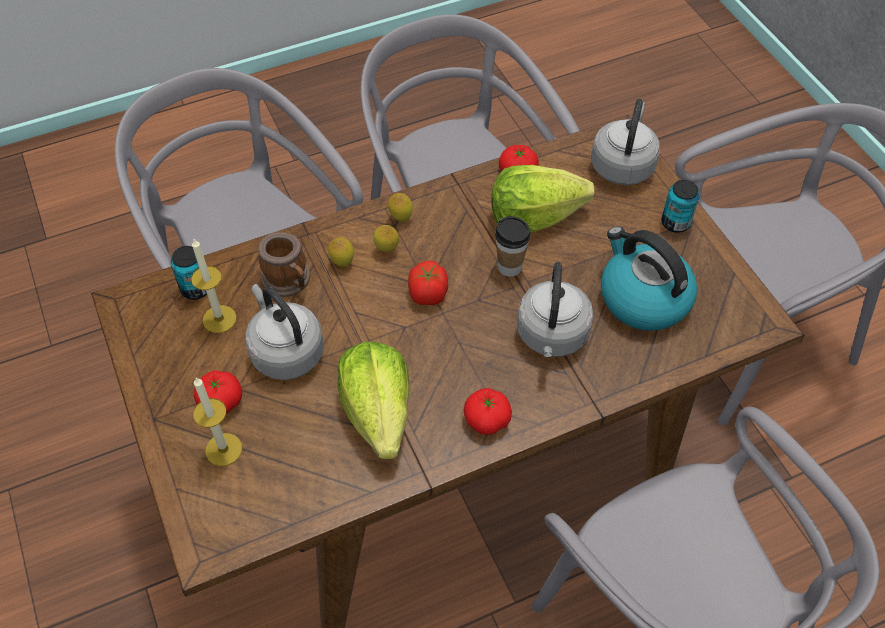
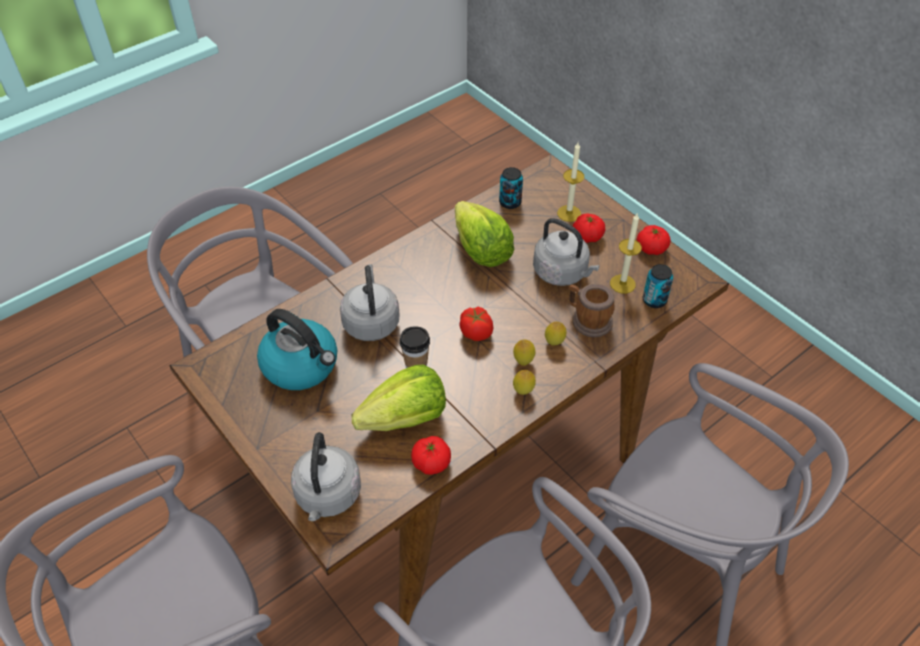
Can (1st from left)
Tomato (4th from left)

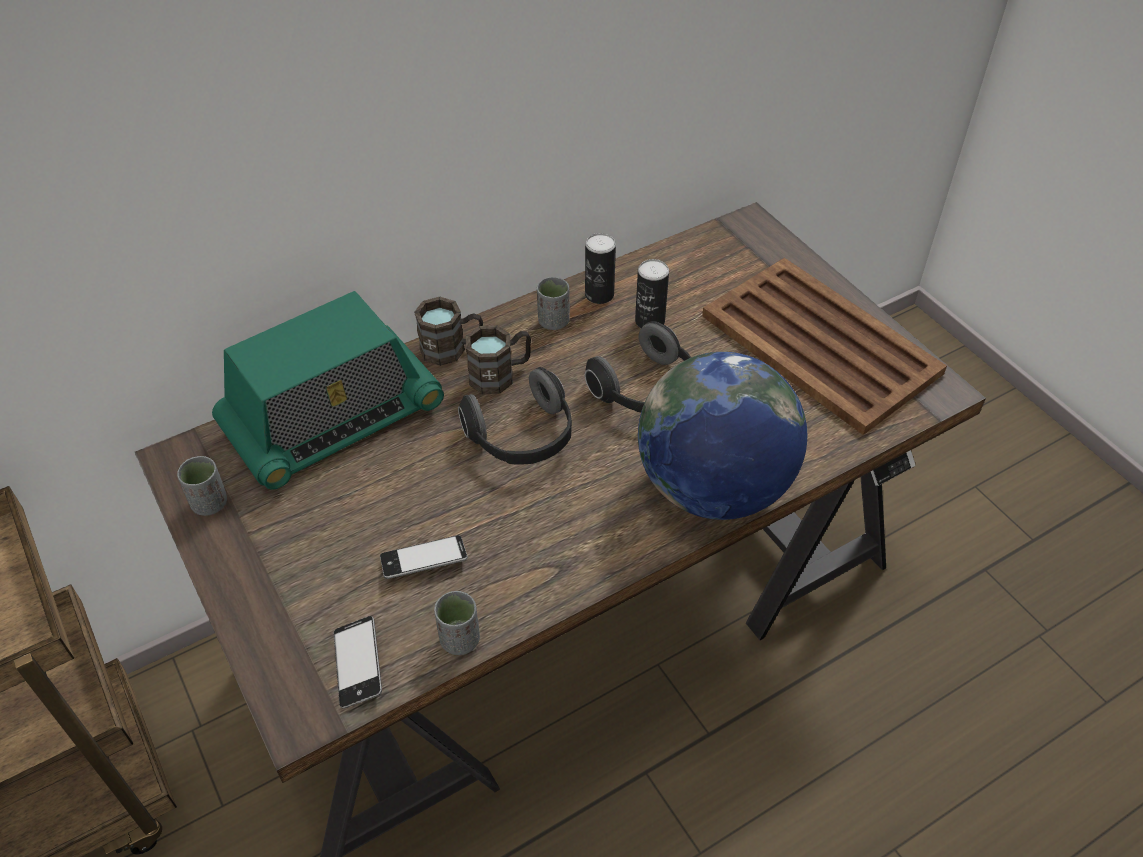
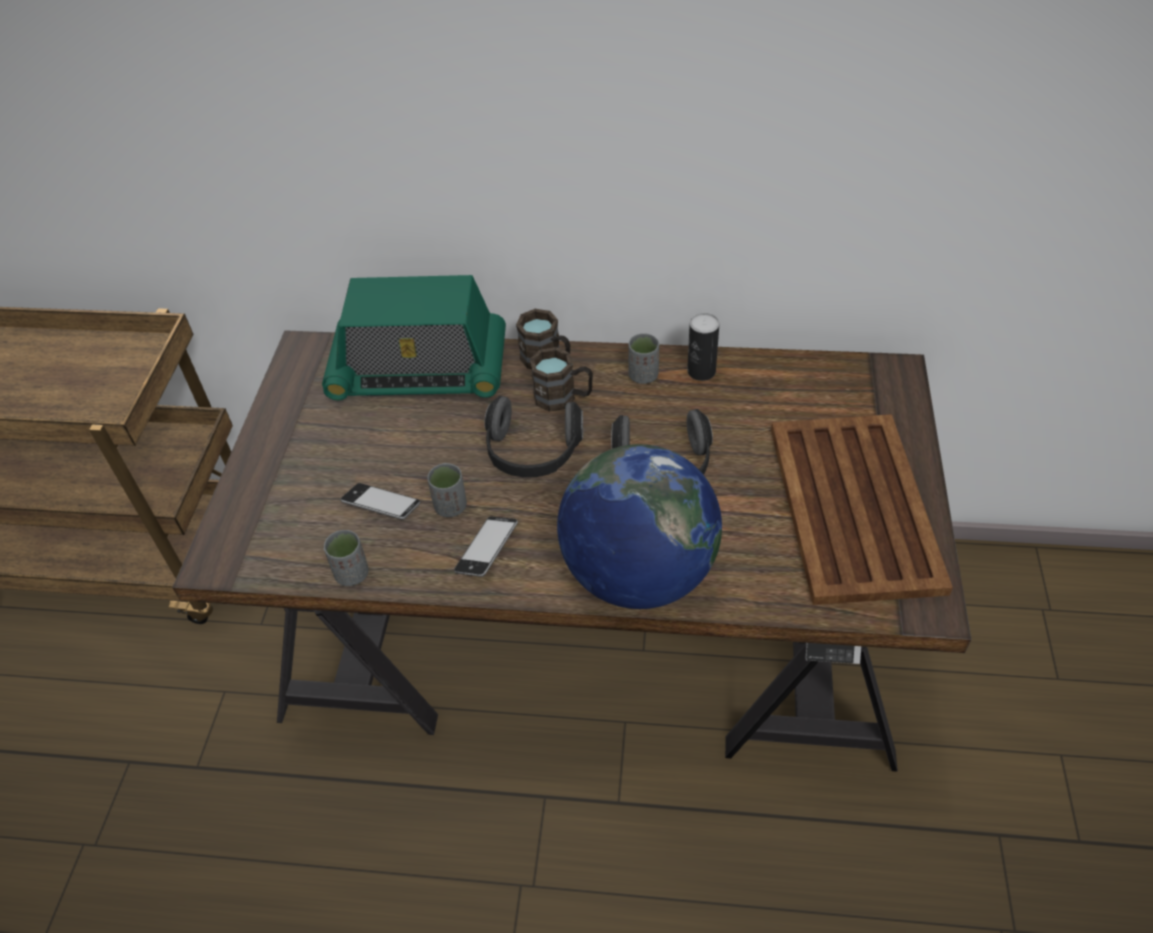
Can (2nd from left in the first image)
GreyCup (2nd from left)
Phone (2nd from left)

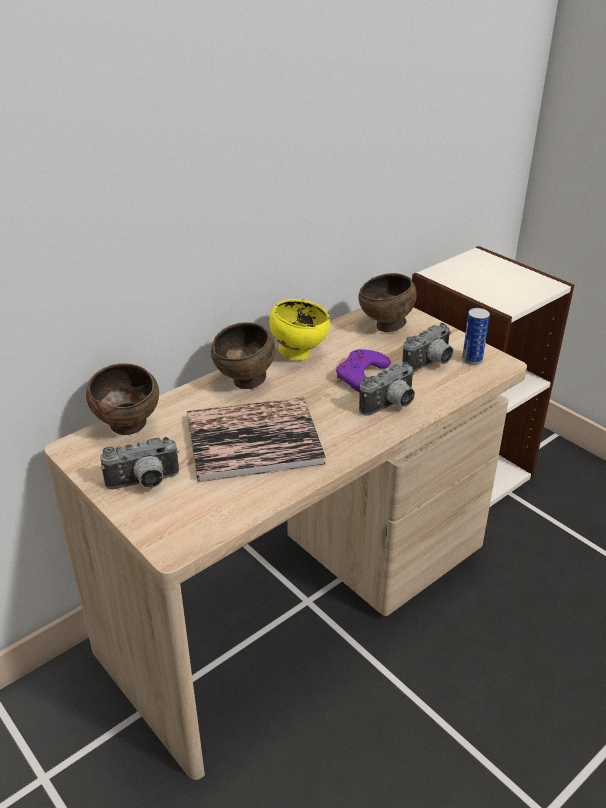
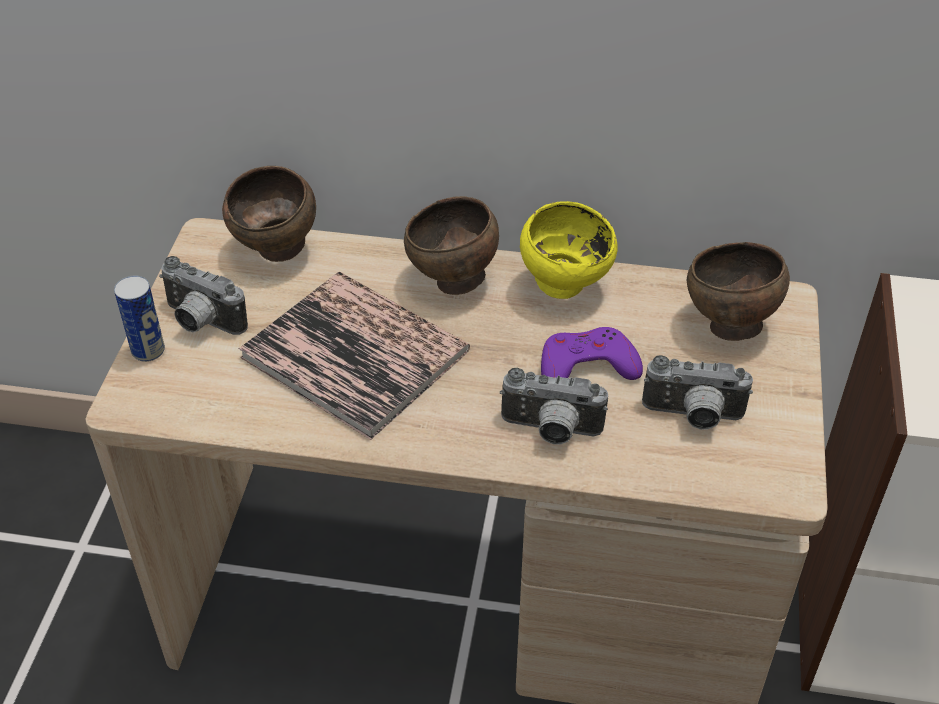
Can

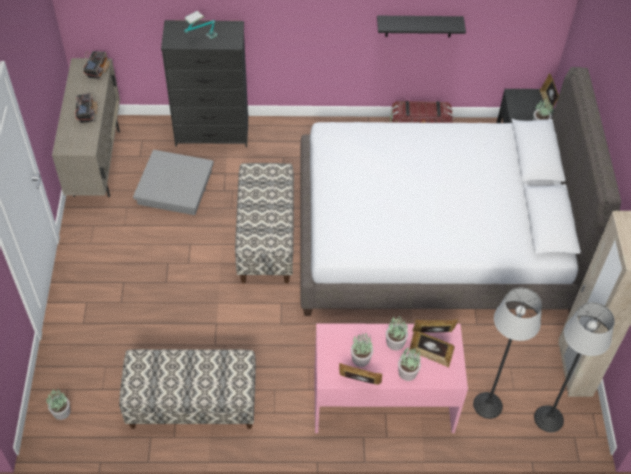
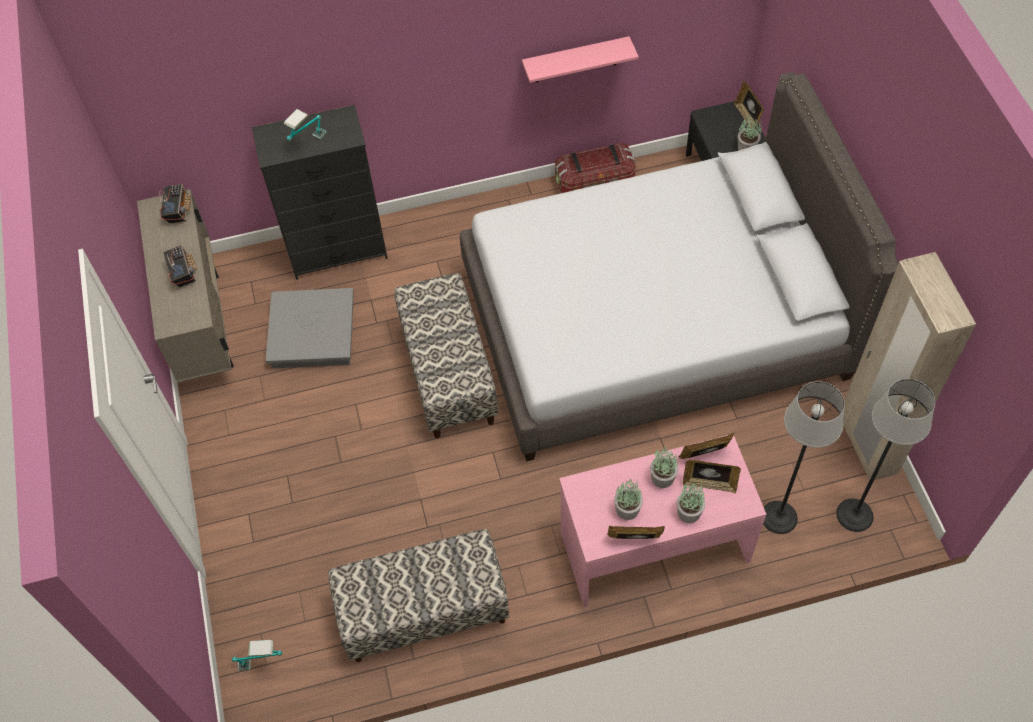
PinkShelf
TableLamp (1st from left)

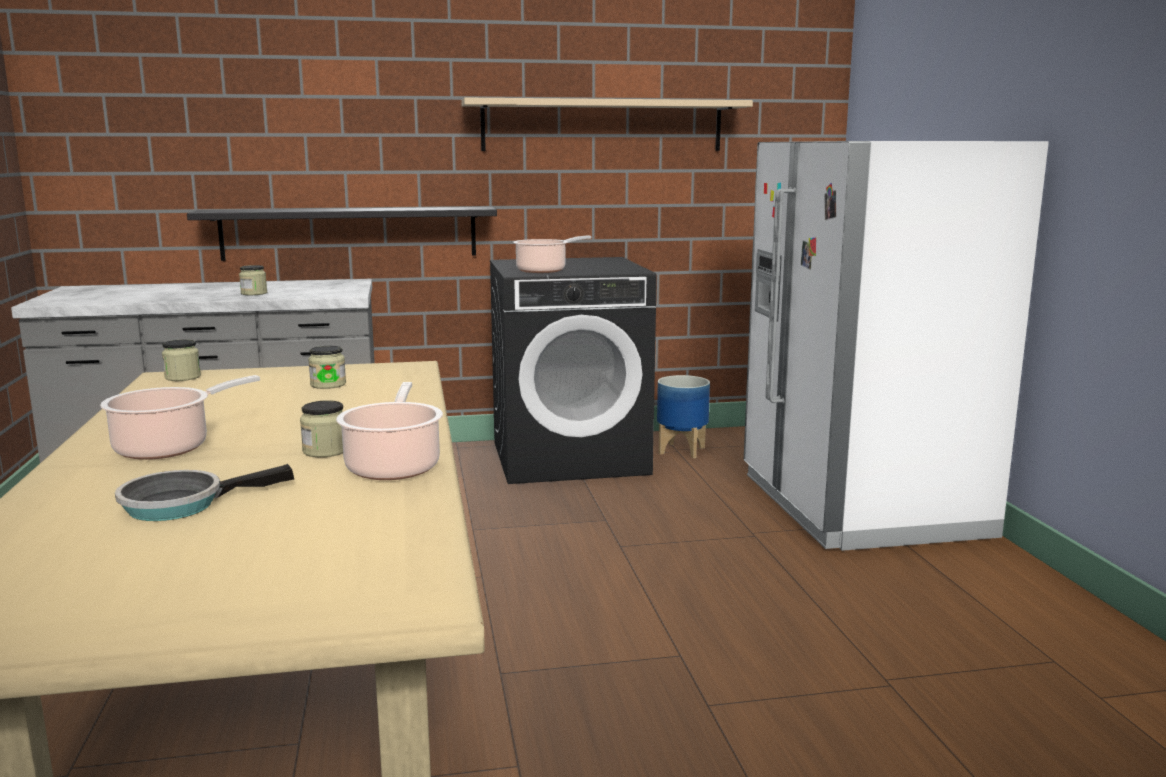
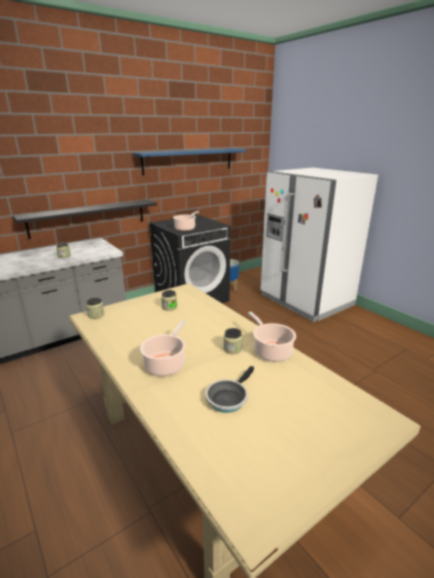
BlueShelf

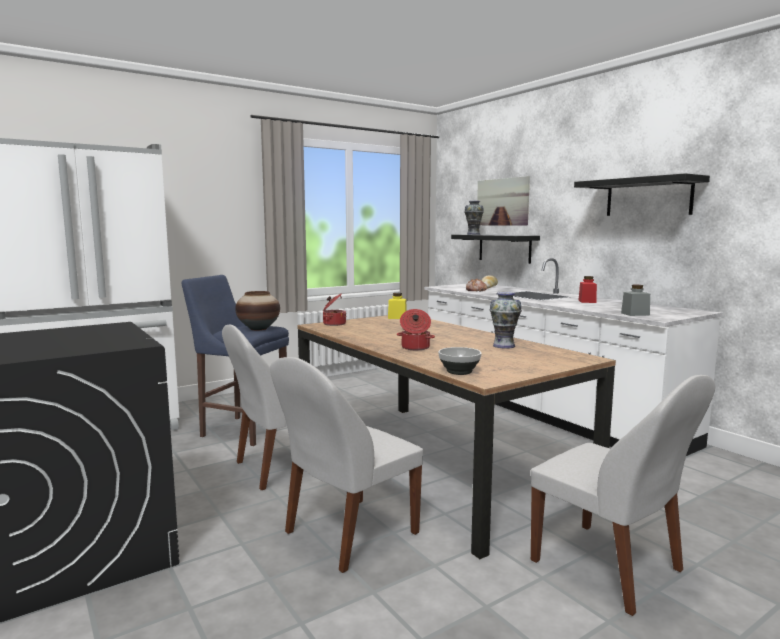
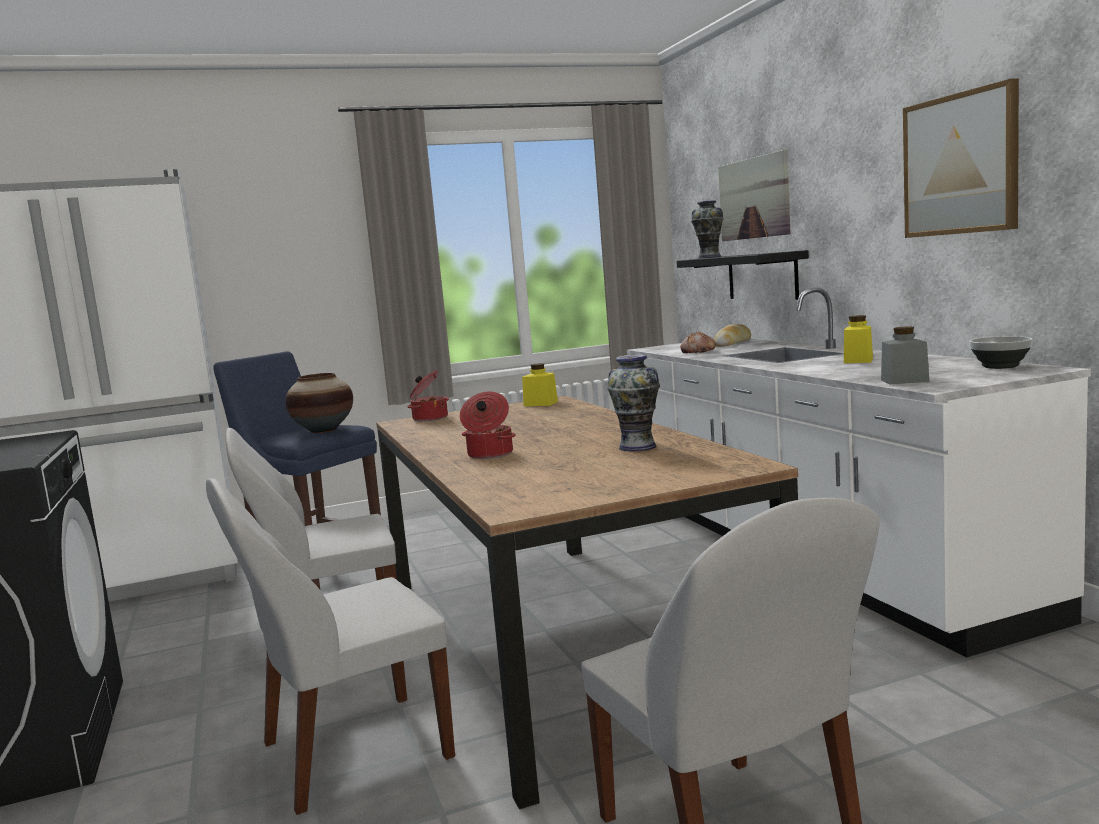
Picture (2nd from left)
YellowJar (2nd from left)
Bowl

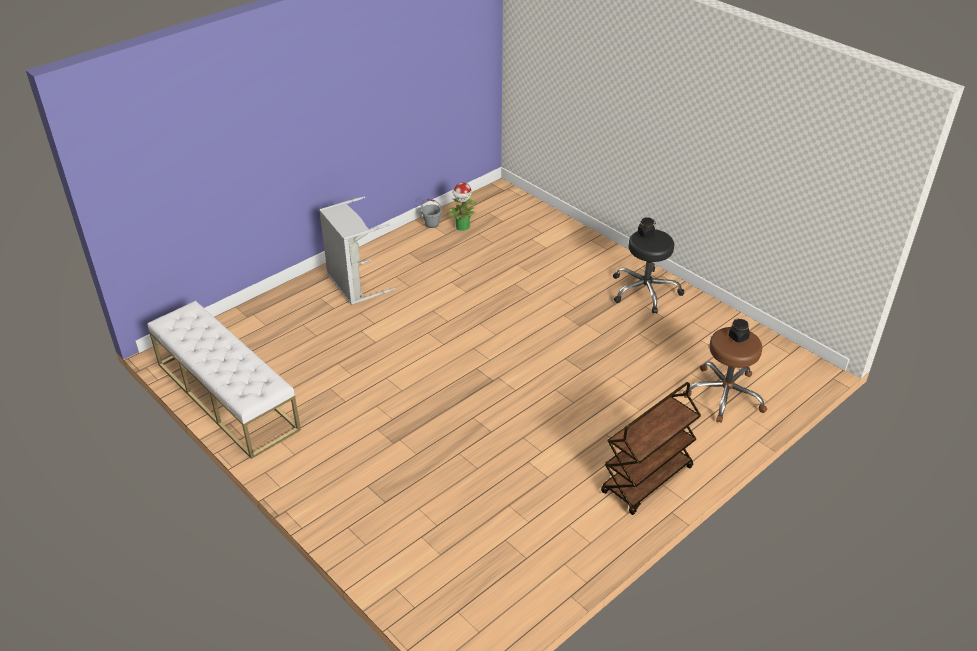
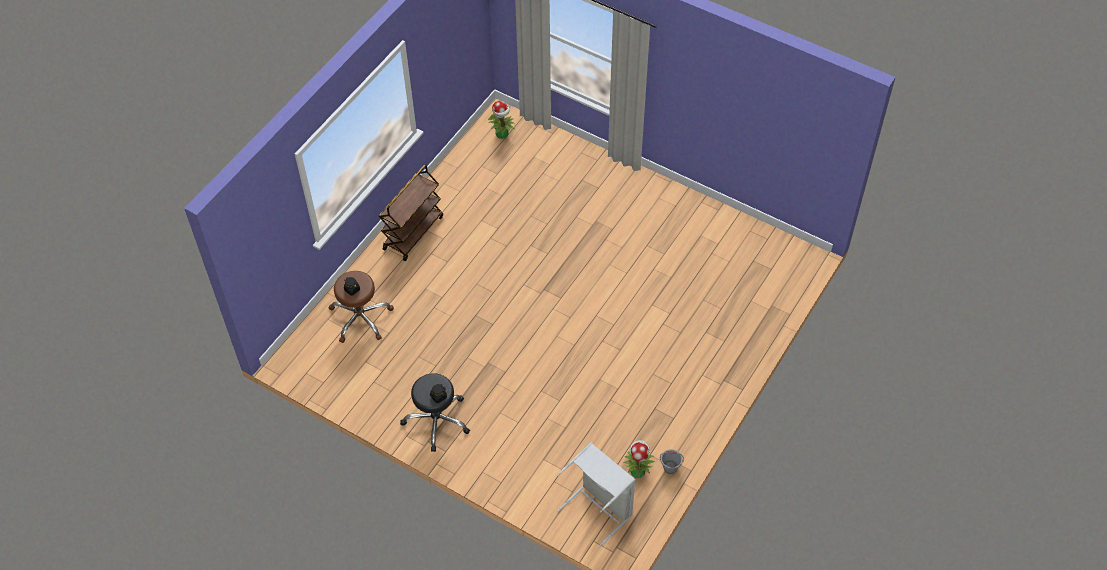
GreyLaundryBasket
WhiteBench
PottedPlant (1st from left)

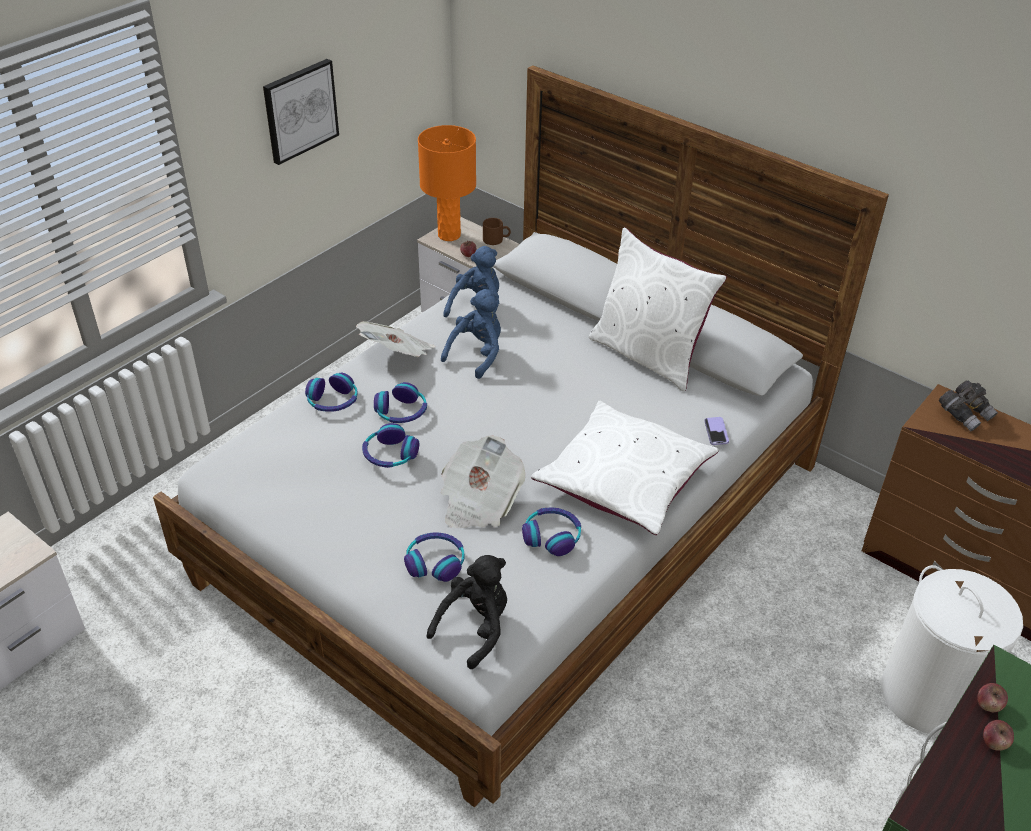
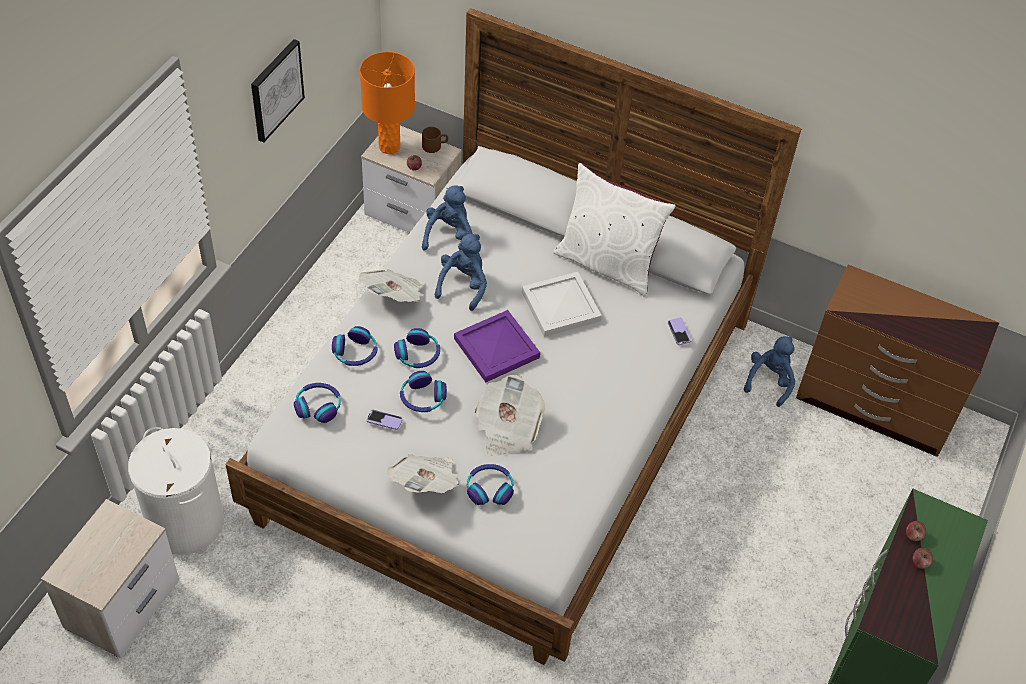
GreyBinoculars
WhitePillow (1st from left in the first image)
Headphones (1st from left)
BlackPlushToy
WhiteLaundryBasket
WhiteTray
PurpleTray
BluePlushToy (3rd from left)
Phone (1st from left)
Newspaper (2nd from left)

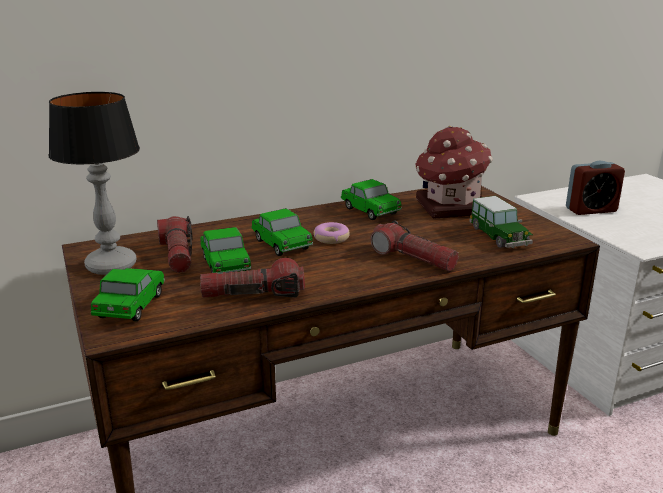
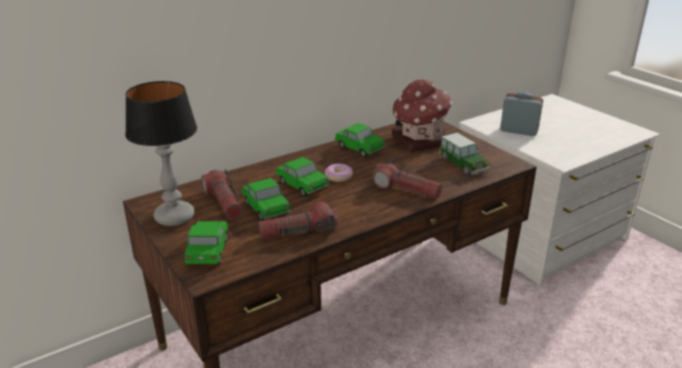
AlarmClock

